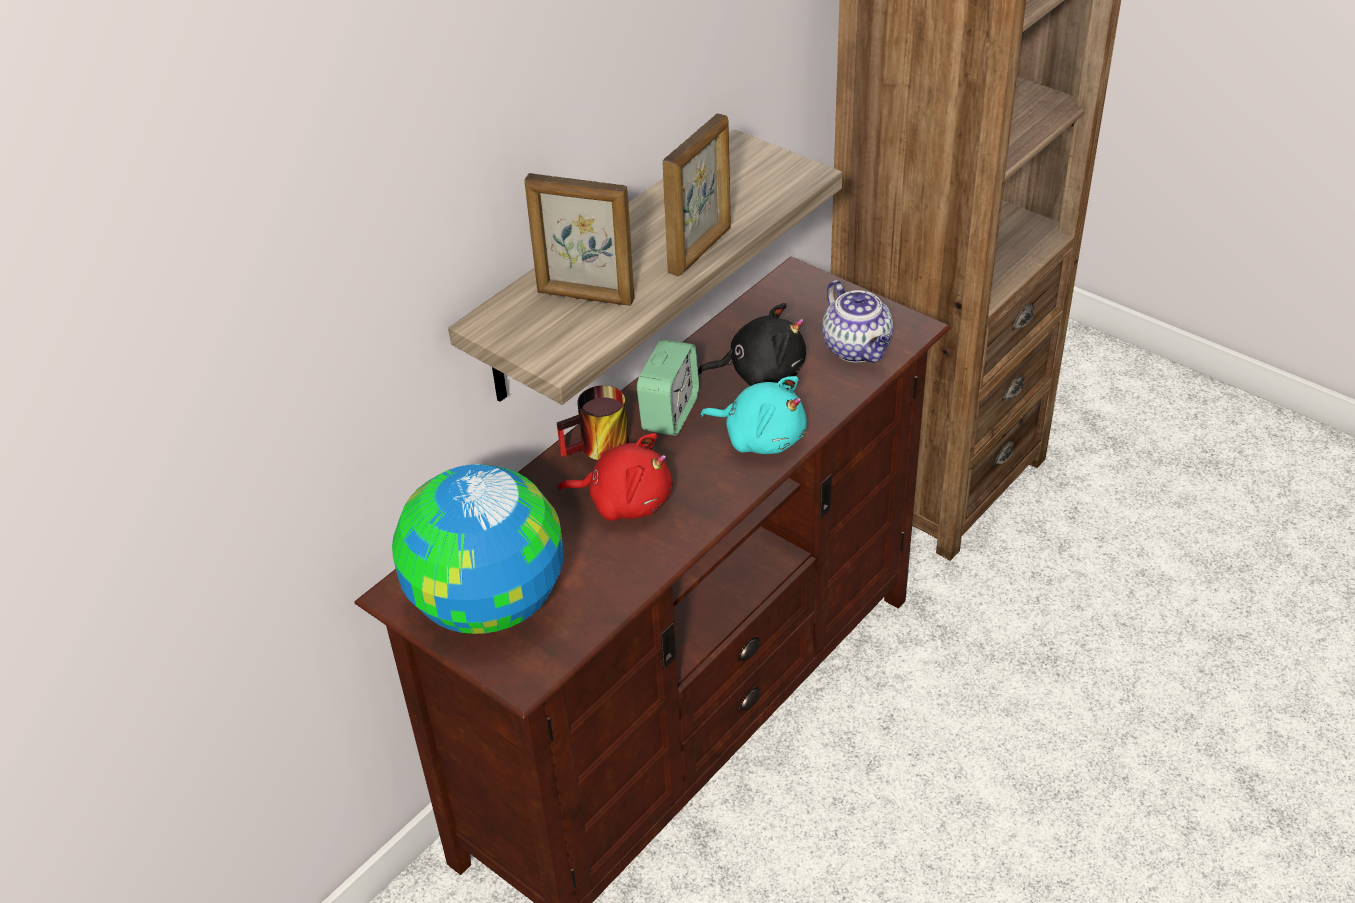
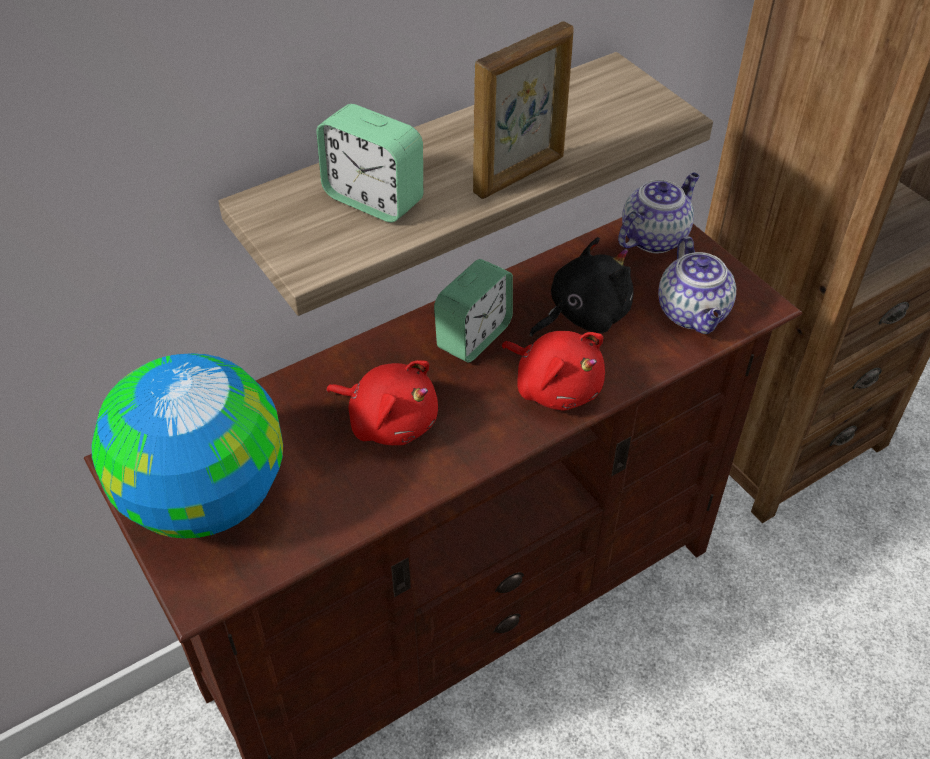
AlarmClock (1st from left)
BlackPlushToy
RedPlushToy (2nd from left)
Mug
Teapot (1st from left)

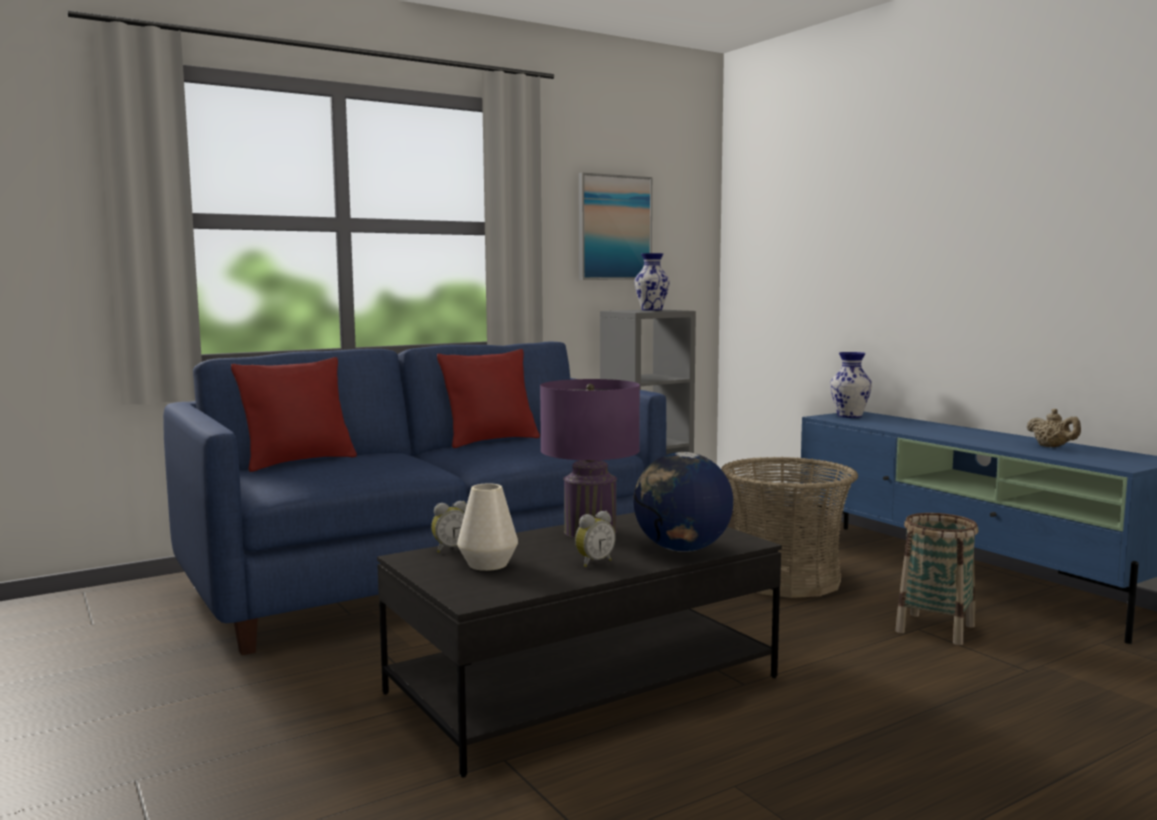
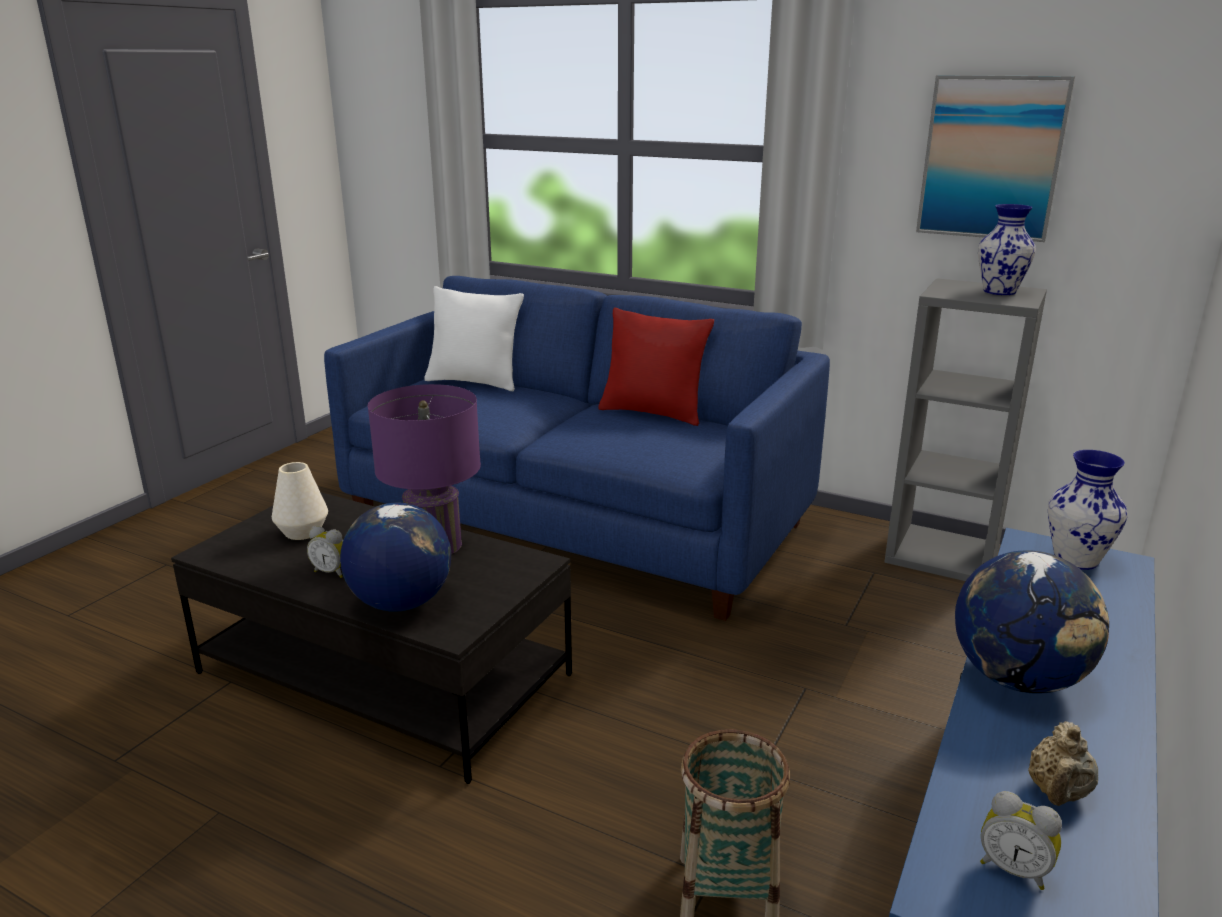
WhitePillow
Basket (1st from left in the first image)
AlarmClock (2nd from left)
Globe (2nd from left)

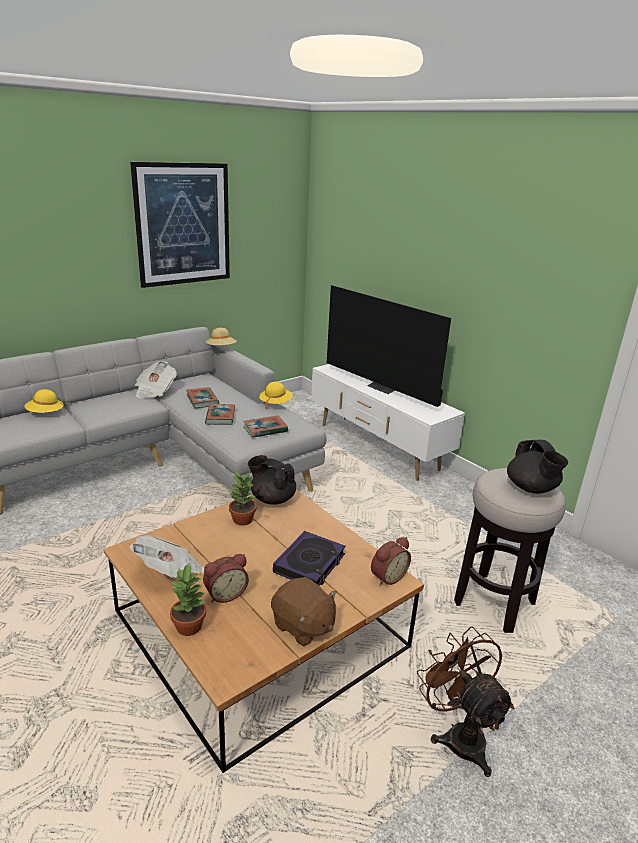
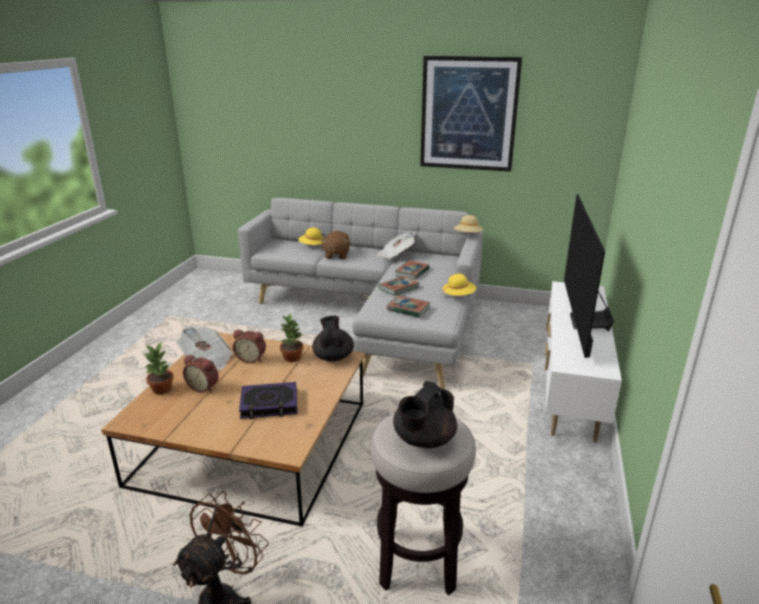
AlarmClock (2nd from left)
BrownPlushToy

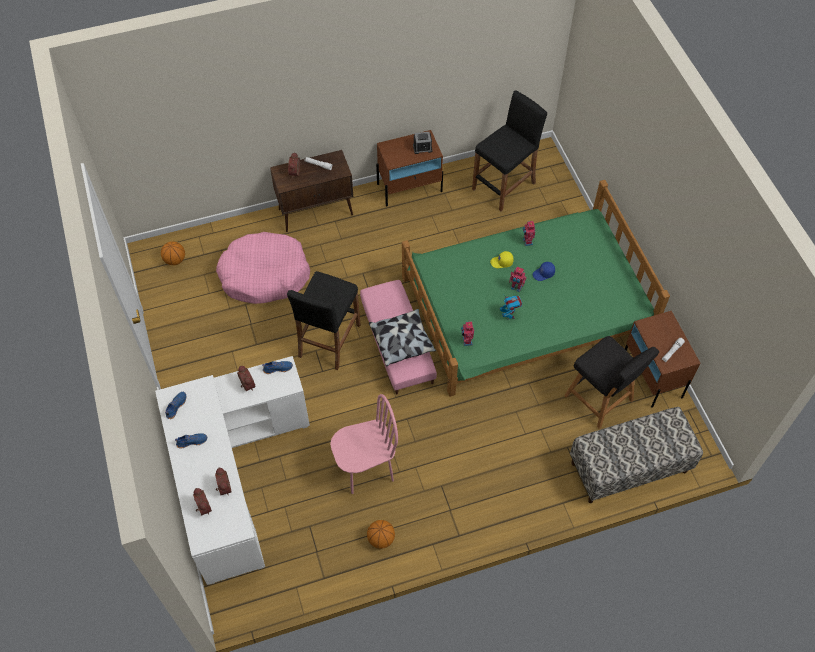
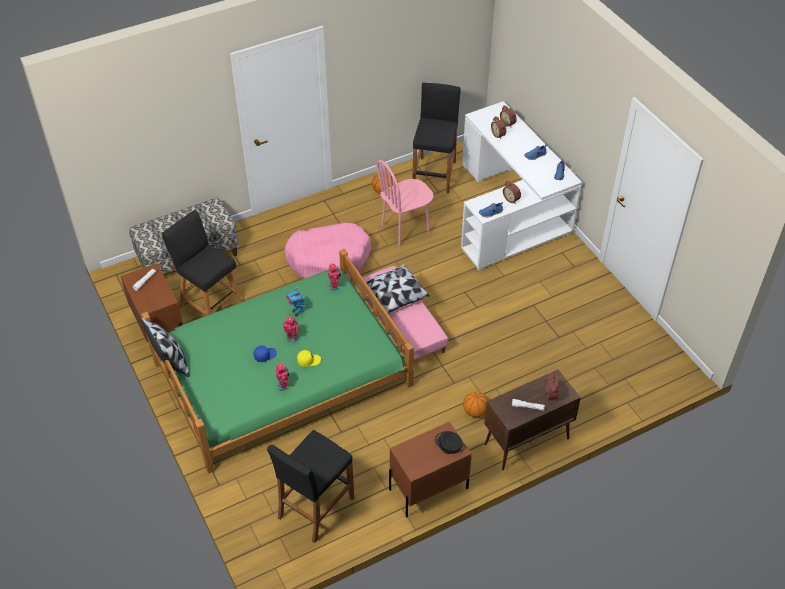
AlarmClock (5th from left in the first image)
PinkDogBed
Basketball (2nd from left)
BlackStool (3rd from left)
Pillow (1st from left)
BlackCap

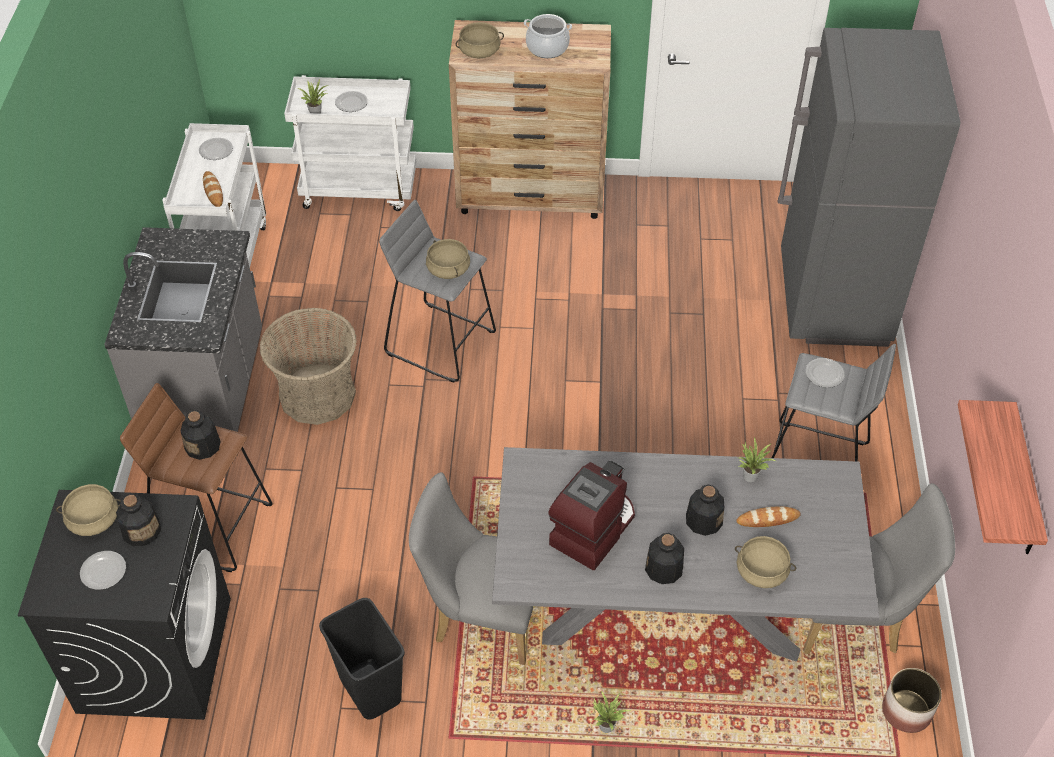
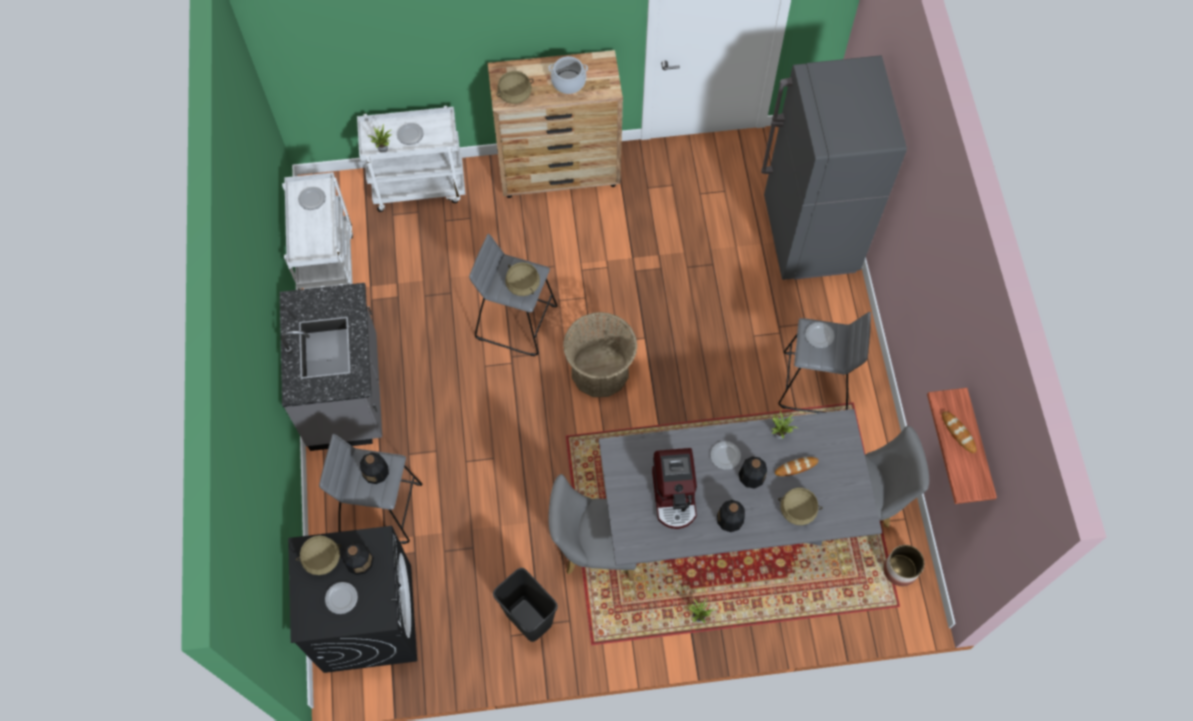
Bread (2nd from left)
Basket
GreyStool (1st from left)
CoffeeMachine
Plate (4th from left)

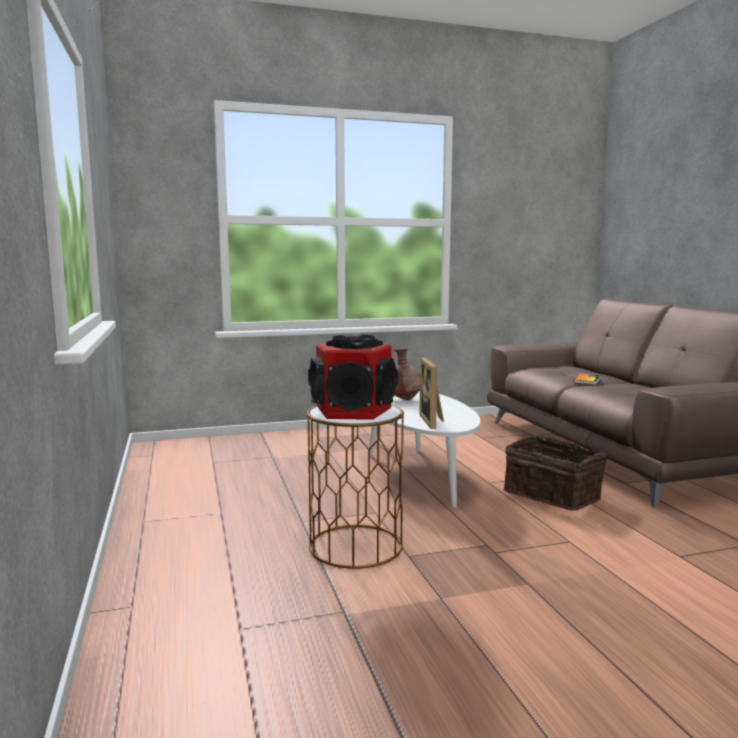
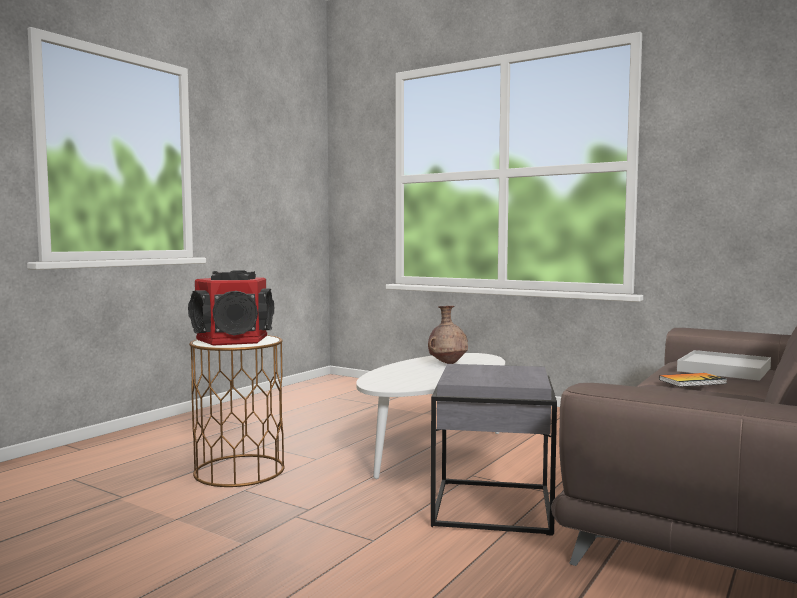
PictureFrame
GreySideTable
WhiteTray

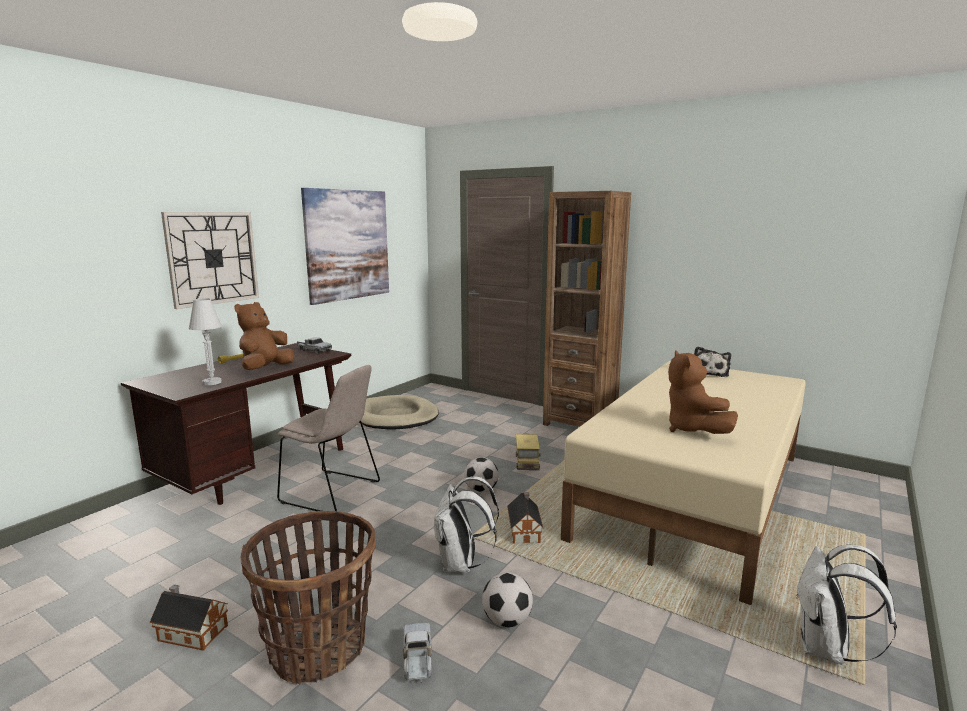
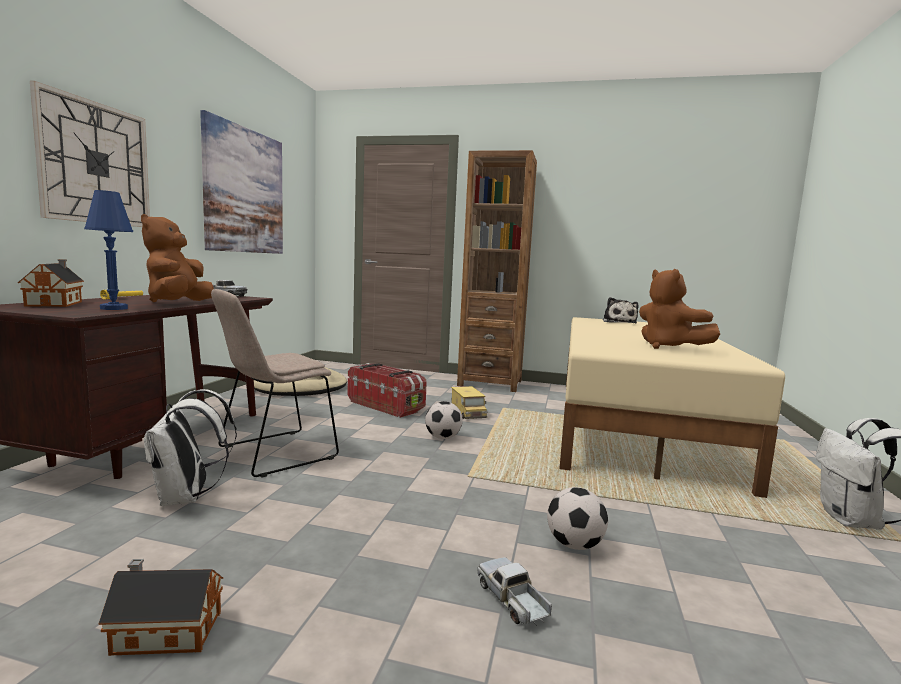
BlueTableLamp
BeigeChair
WhiteBackpack (1st from left)
ToyHouse (1st from left)
Basket
StorageBox

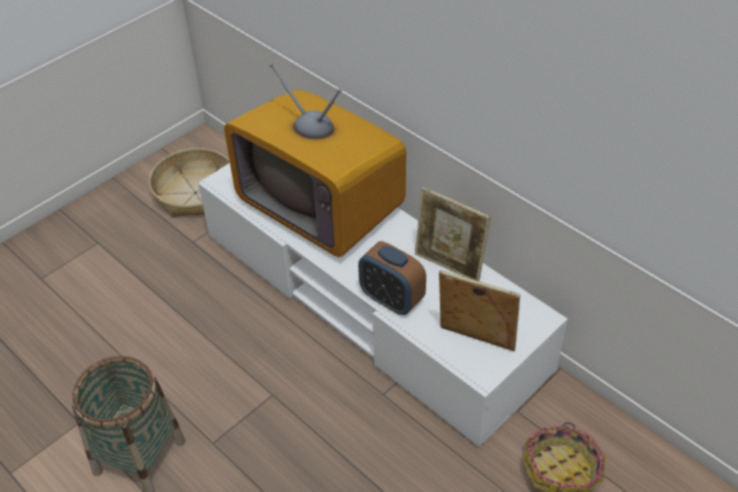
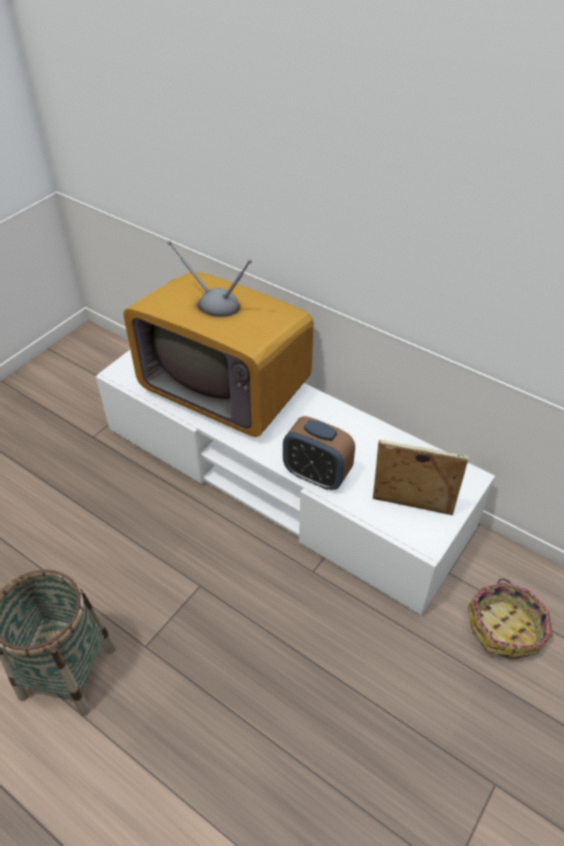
Basket (2nd from left in the first image)
PictureFrame (1st from left in the first image)

